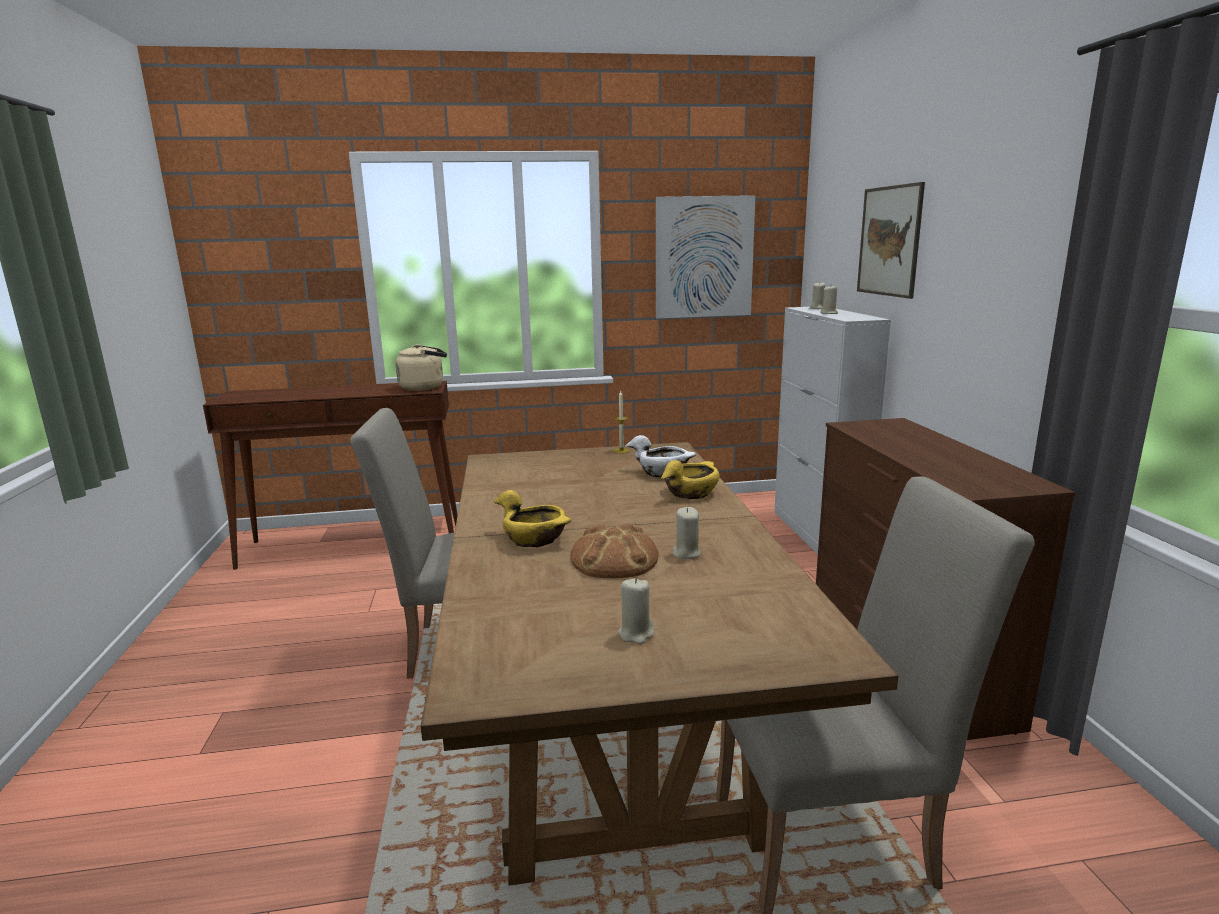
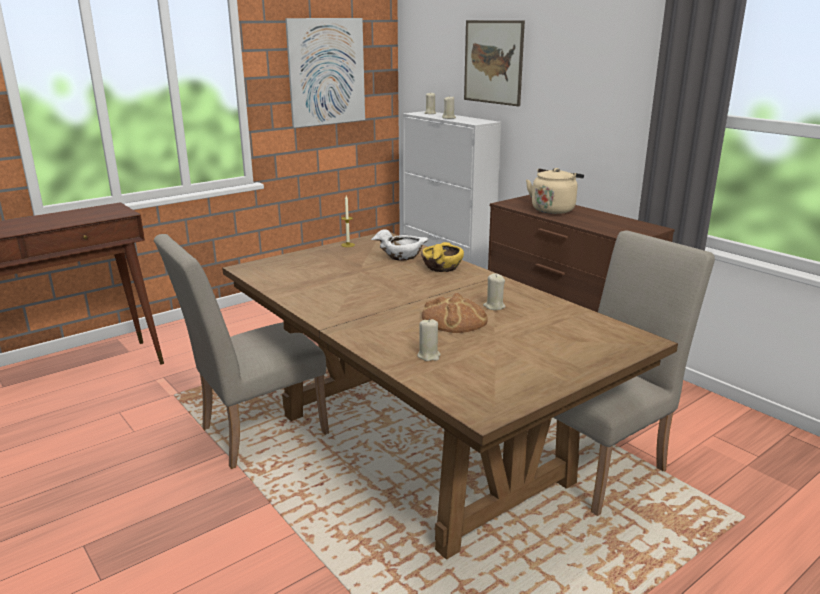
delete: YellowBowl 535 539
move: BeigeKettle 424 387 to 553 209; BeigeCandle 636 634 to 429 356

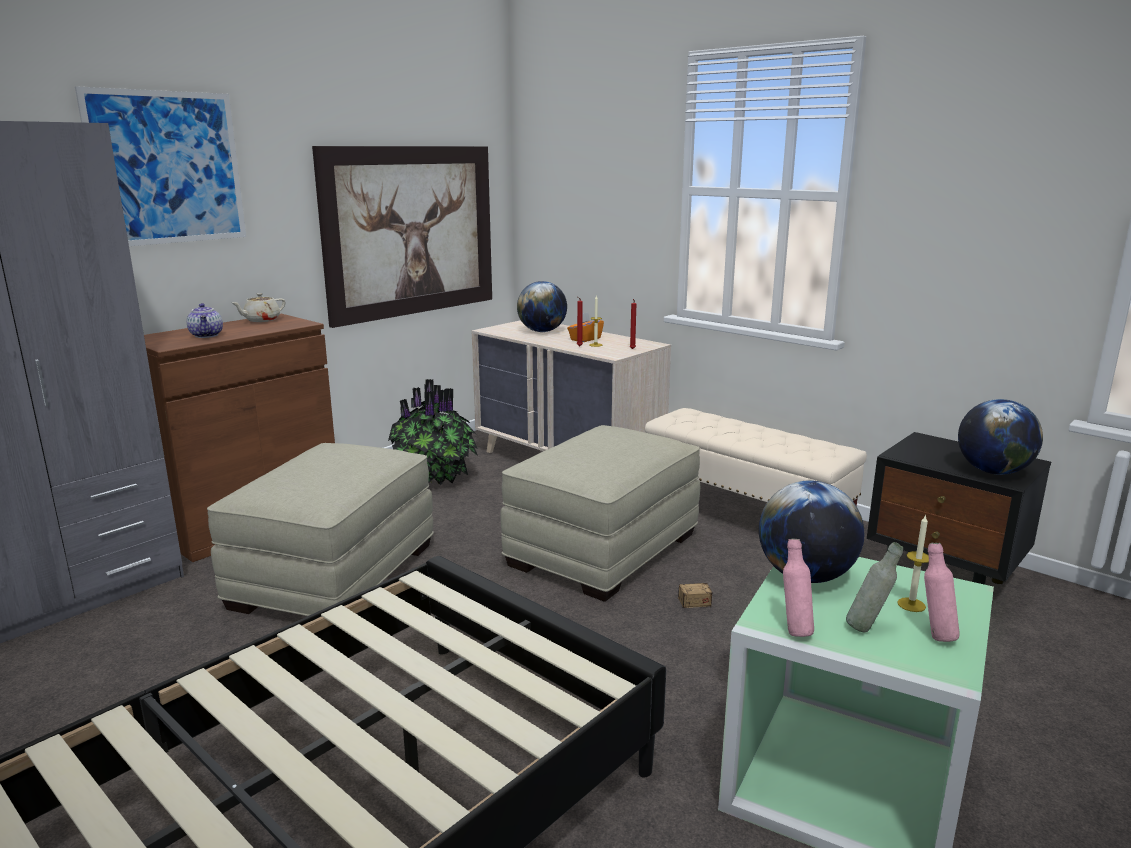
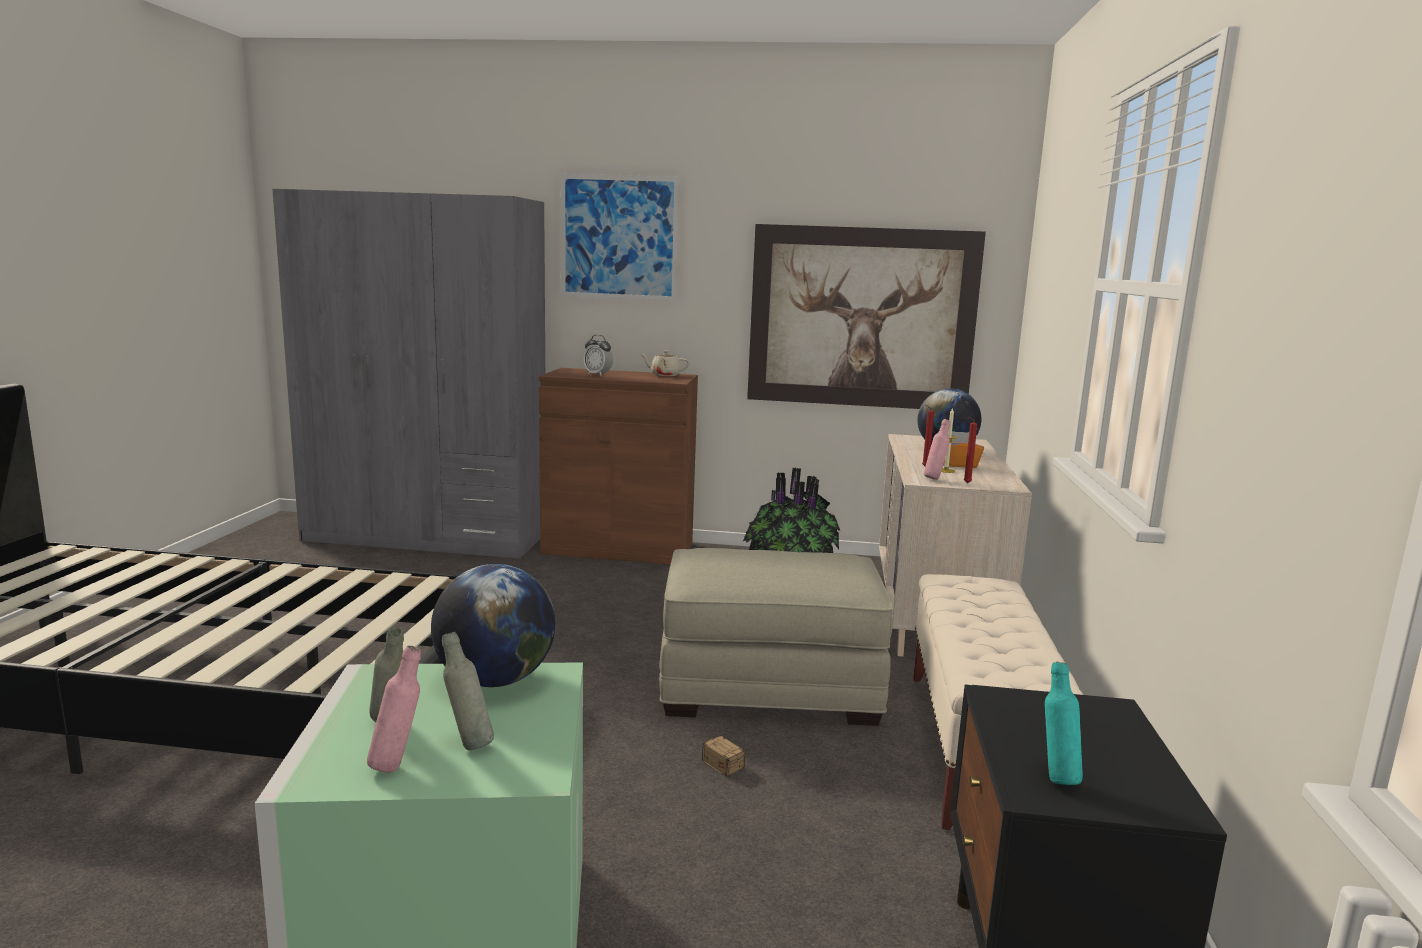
delete: BeigeOttoman 335 574
move: PinkBottle 794 630 to 935 478
replace: Teapot 207 335 to AlarmClock 598 375; Globe 993 471 to TurquoiseBottle 1056 777; Candle 911 605 to GreyBottle 468 744

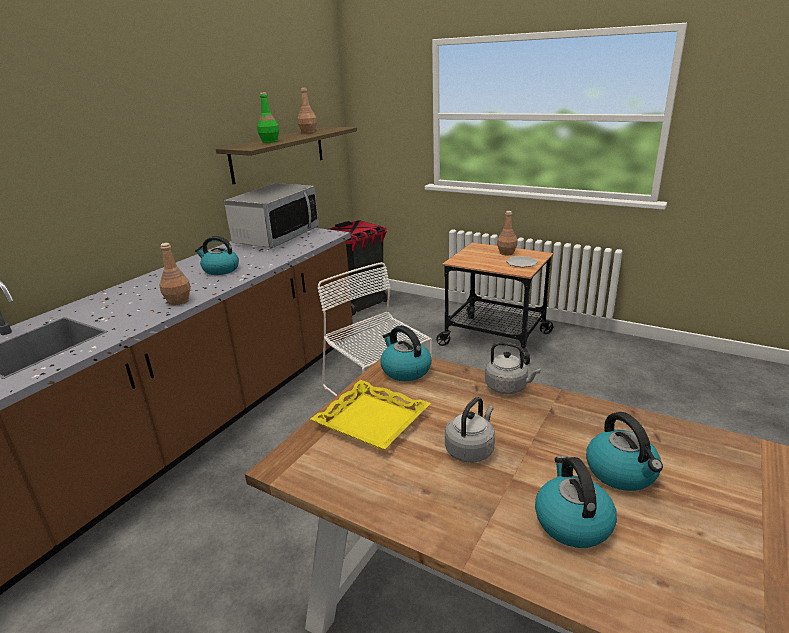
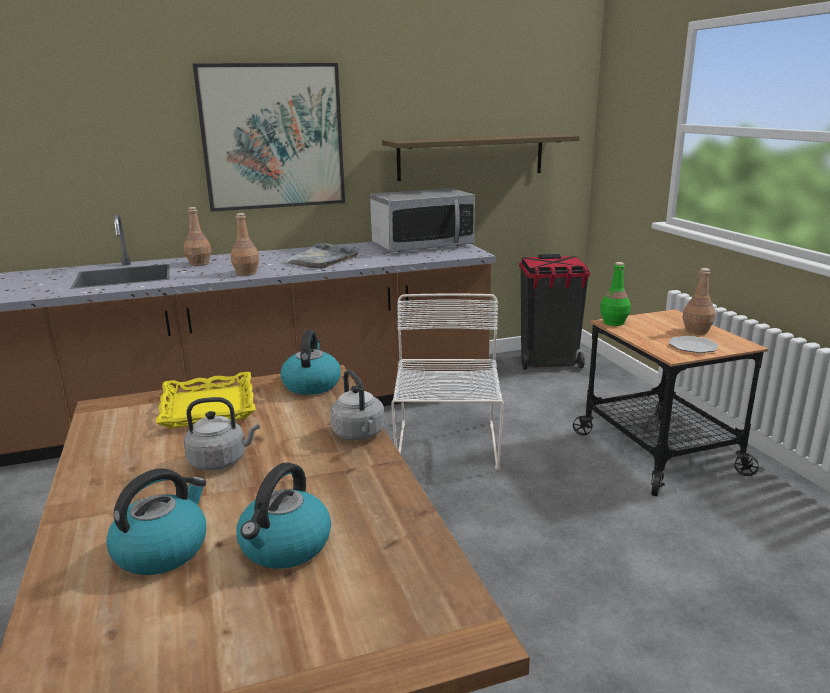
insert: Picture 272 137
move: BrownBottle 308 132 to 199 263; GreenBottle 269 141 to 613 322
replace: Kettle 220 270 to GreyTray 321 259

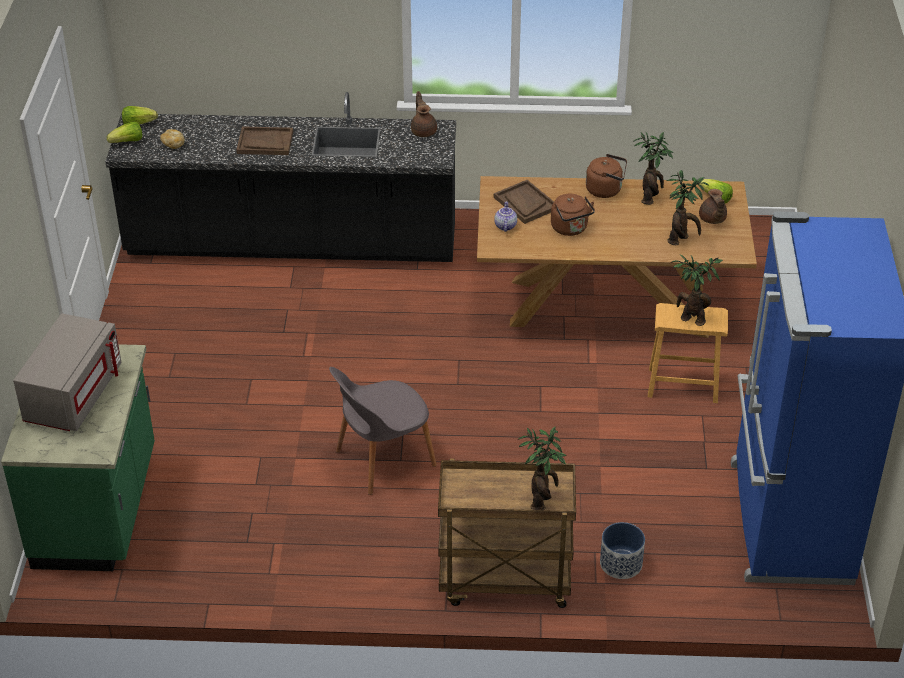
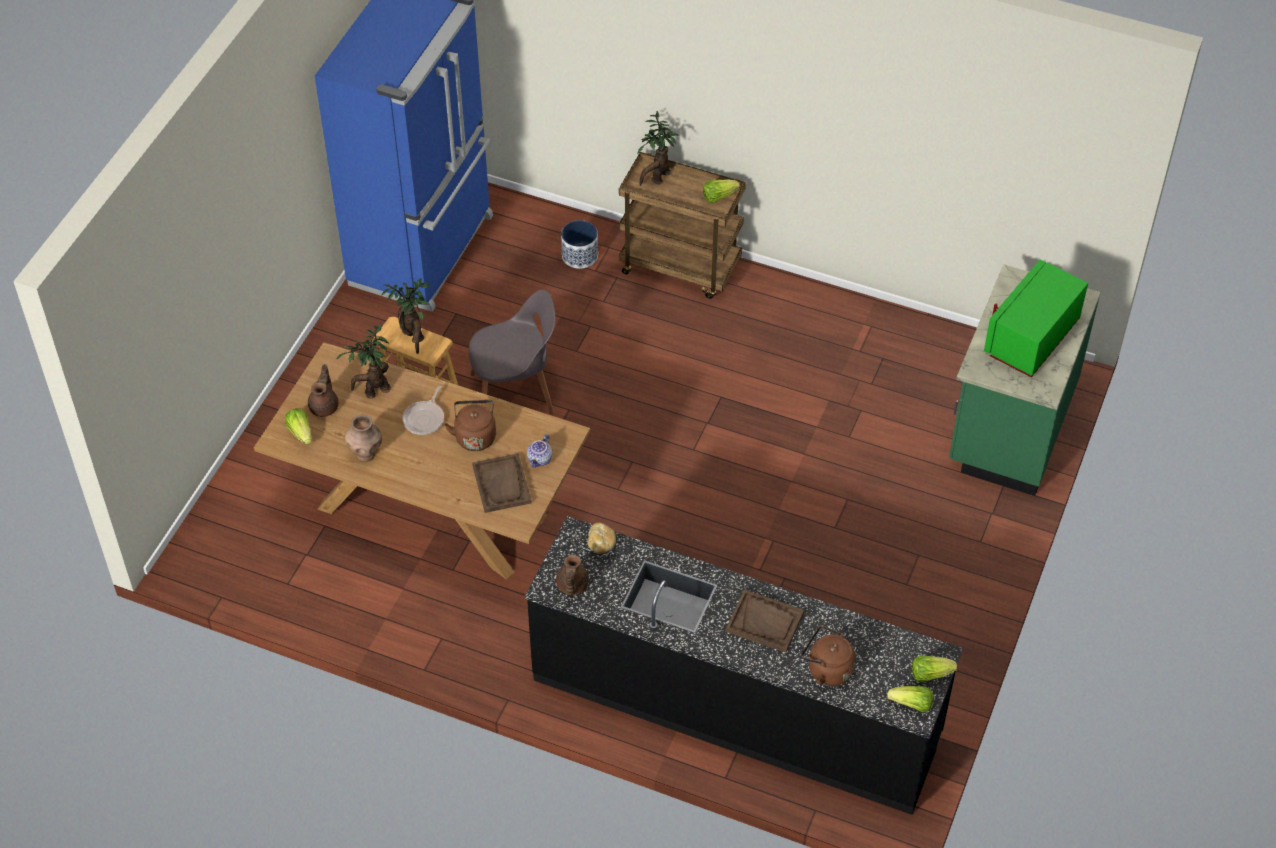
insert: Lettuce 719 196; FryingPan 425 419
move: Bread 173 144 to 601 543; BrownKettle 606 190 to 827 669; GreyChair 383 459 to 515 392
replace: PottedPlant 650 197 to BrownVase 366 454
recolor: GreyMicrowave 73 395 to GreenMicrowave 1031 338

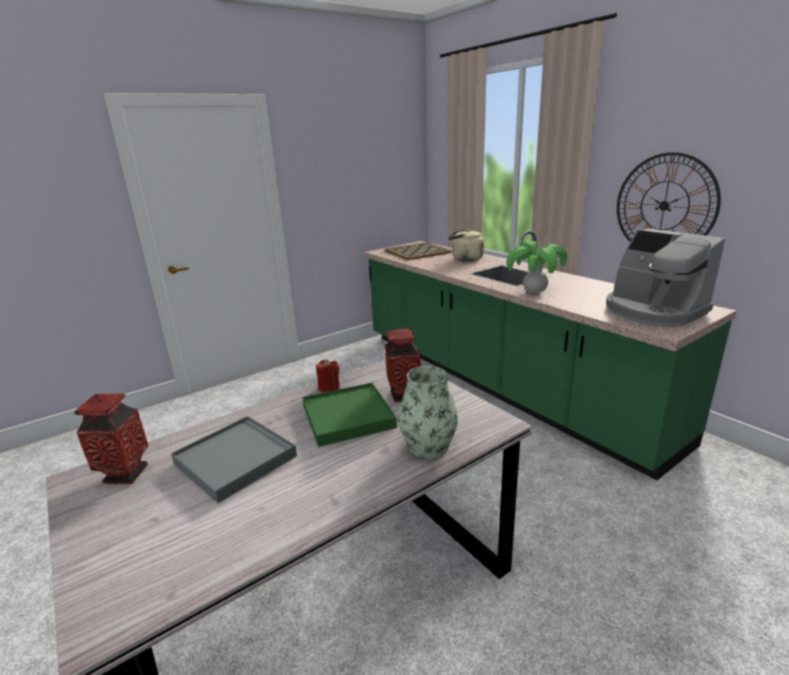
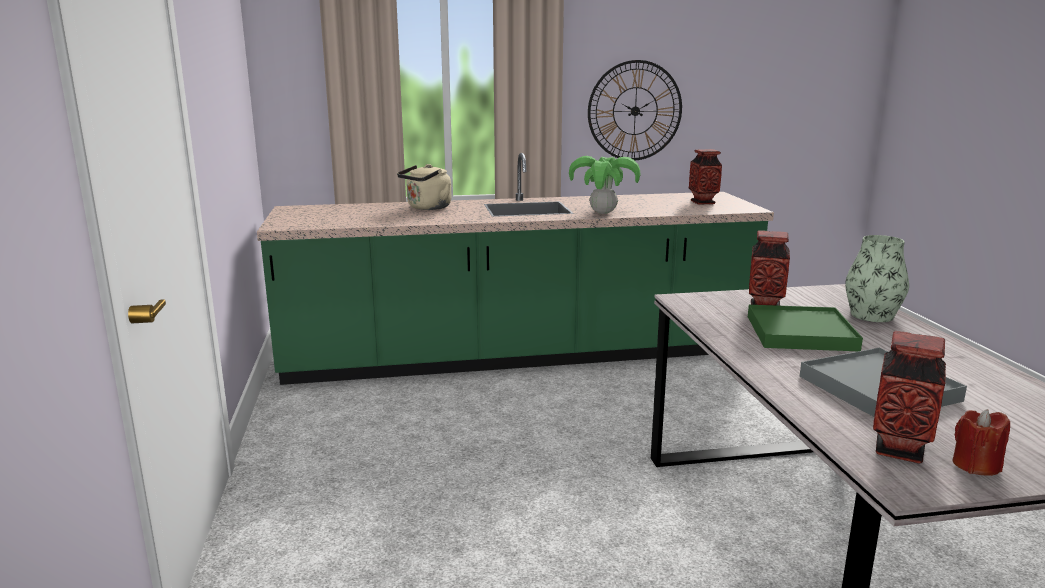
delete: Tray 417 251
move: RedCandle 329 388 to 975 465
replace: CoffeeMachine 653 311 to Vase 703 202

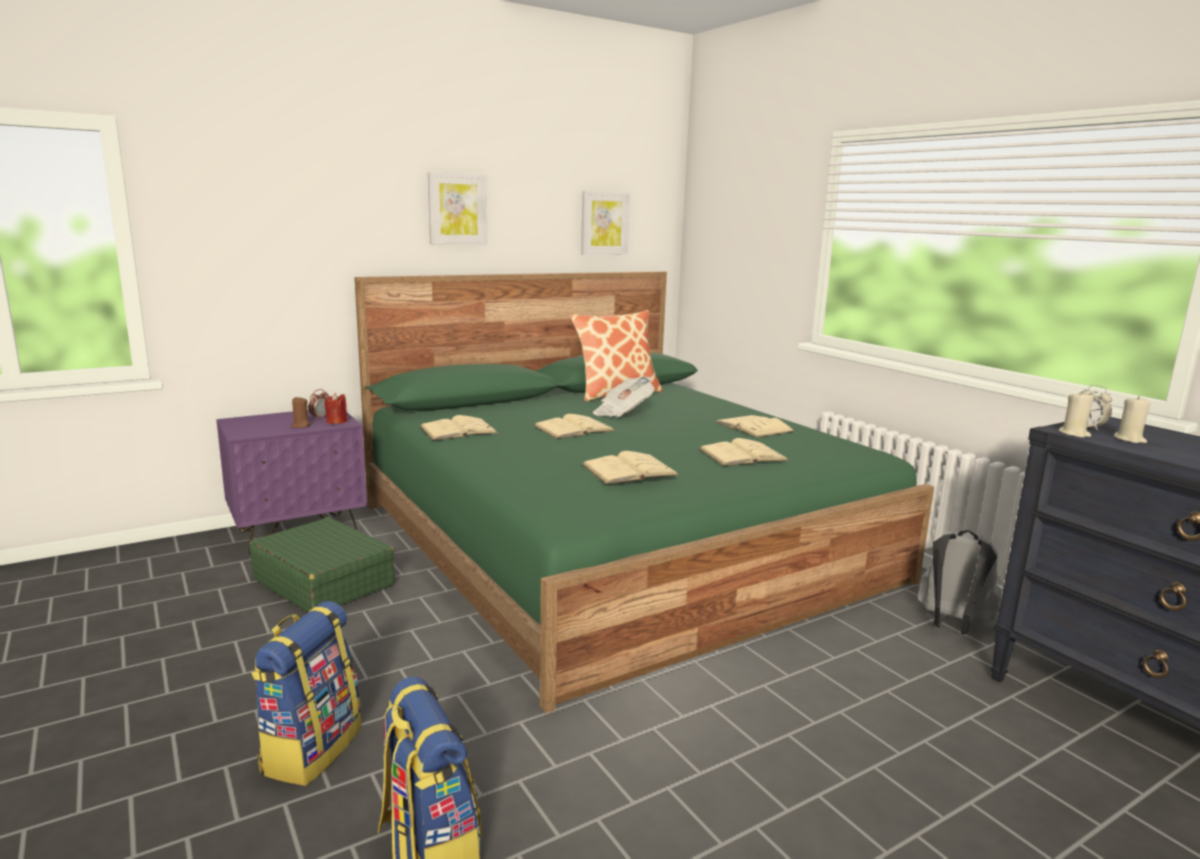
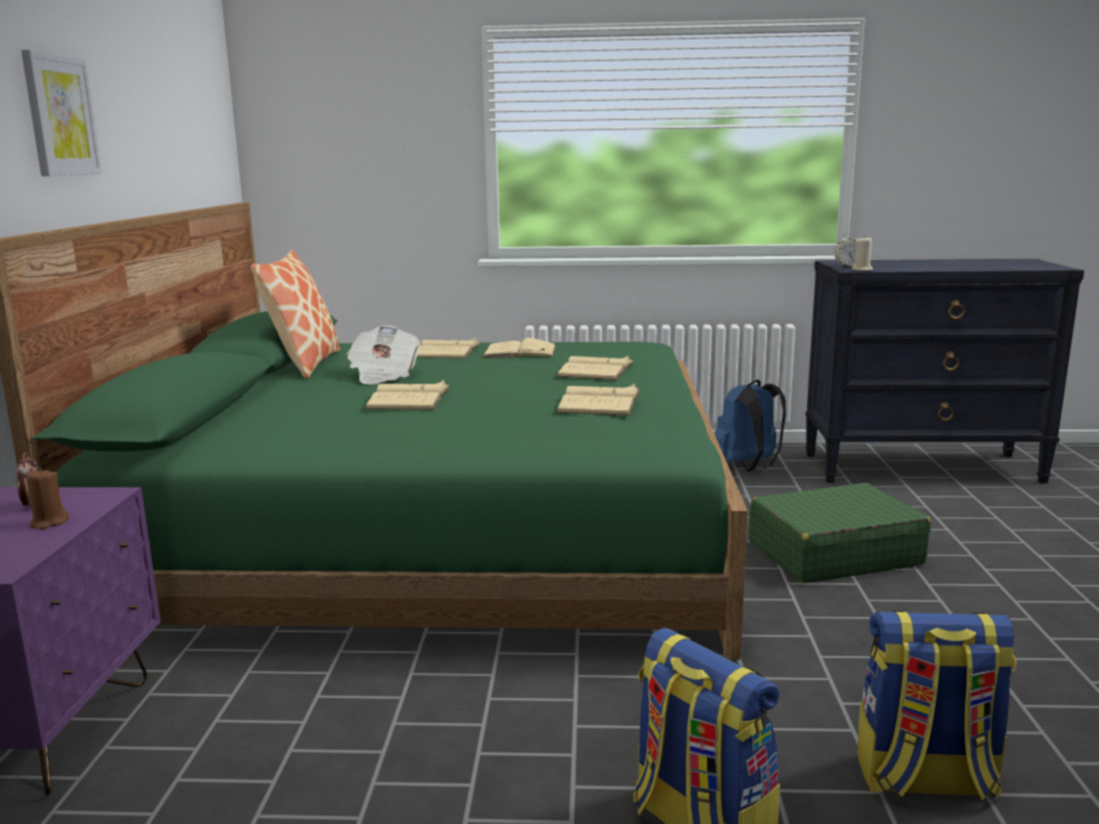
delete: Picture 604 223; RedCandle 337 422; BeigeCandle 1129 439
move: BeigeBook 458 430 to 446 350; GreenSuitcase 324 582 to 833 553
recolor: GreyBackpack 952 624 to BlueBackpack 748 466

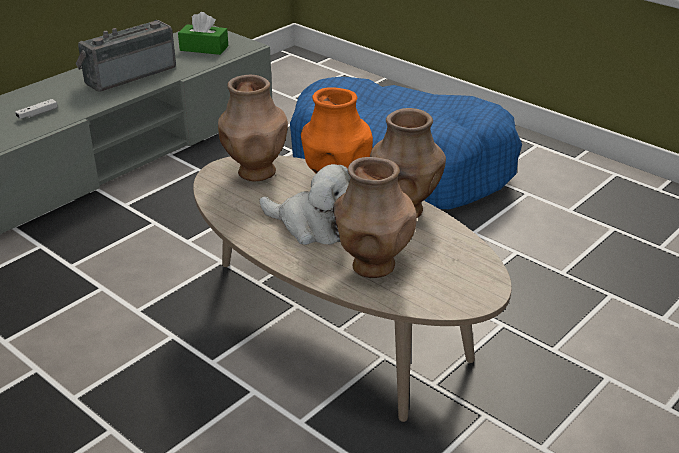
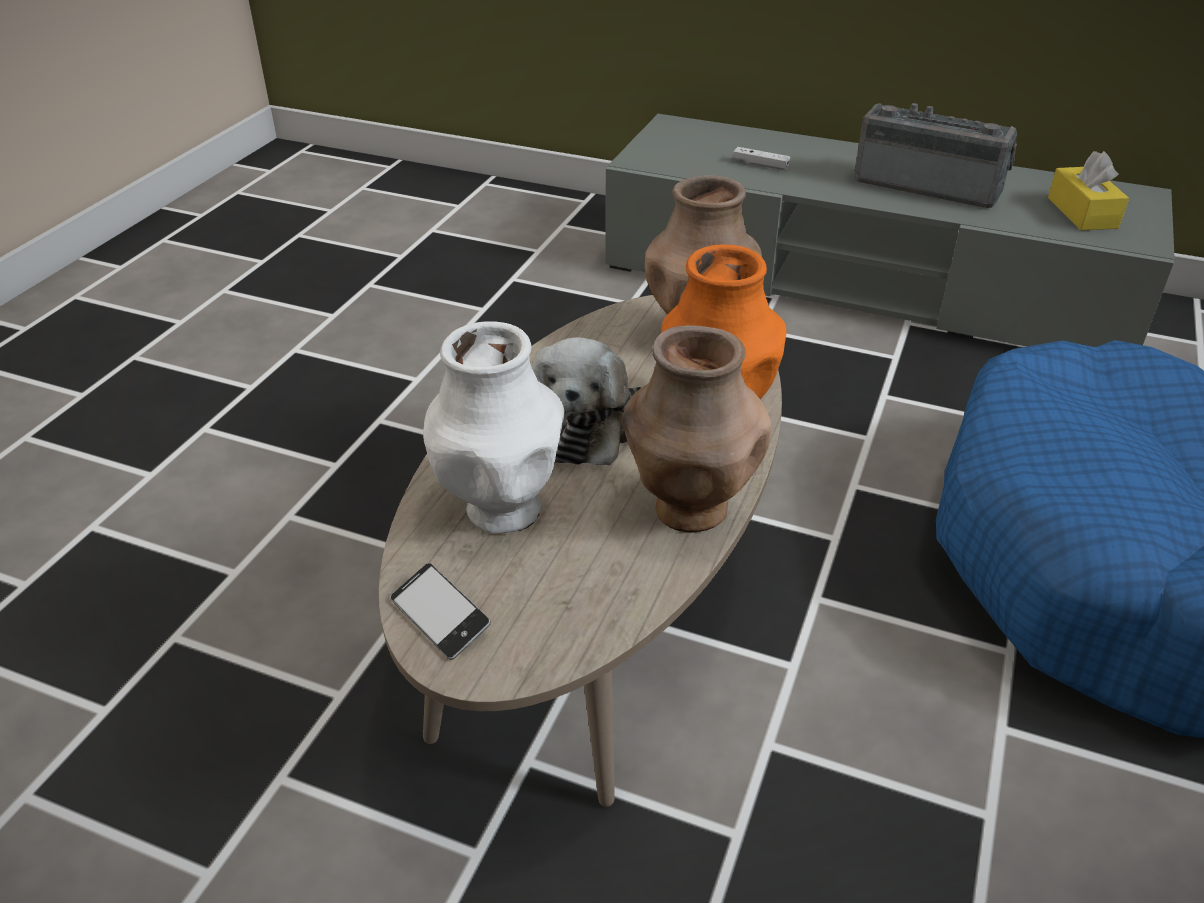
insert: Phone 440 617
recolor: GreenTissueBox 204 48 to YellowTissueBox 1082 213; BrownVase 372 266 to WhiteVase 501 509

